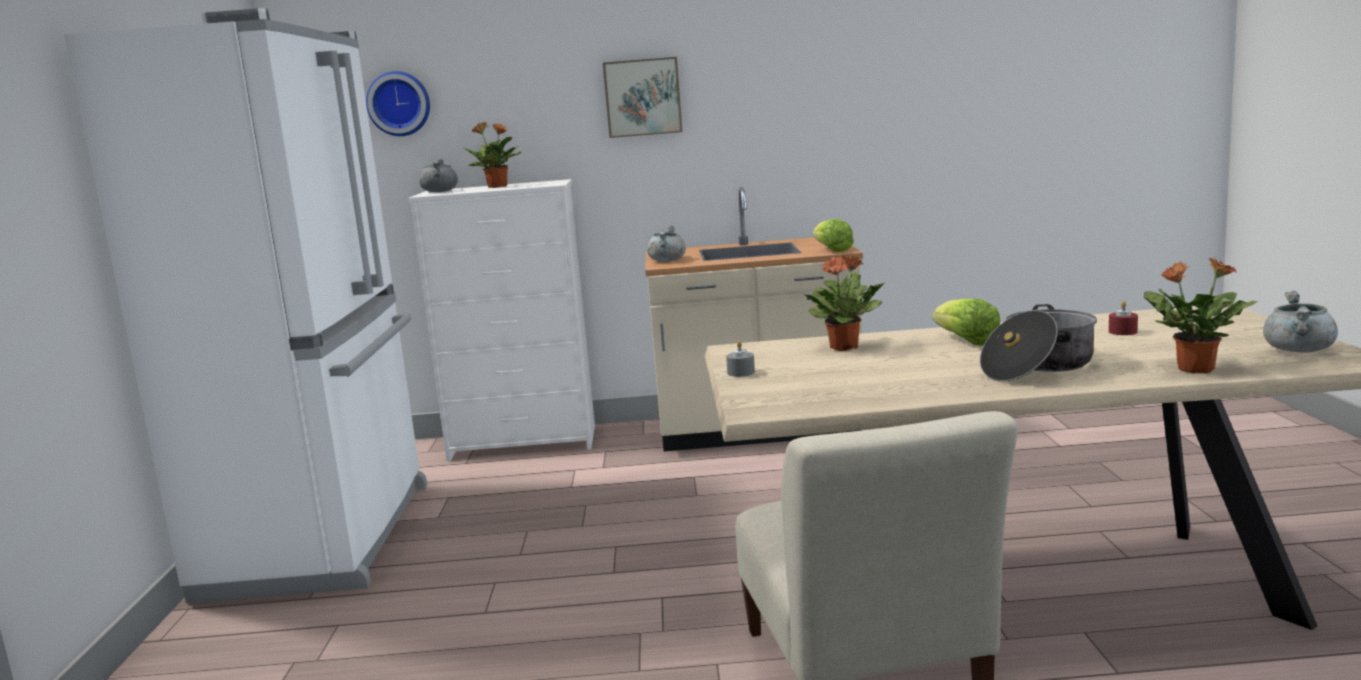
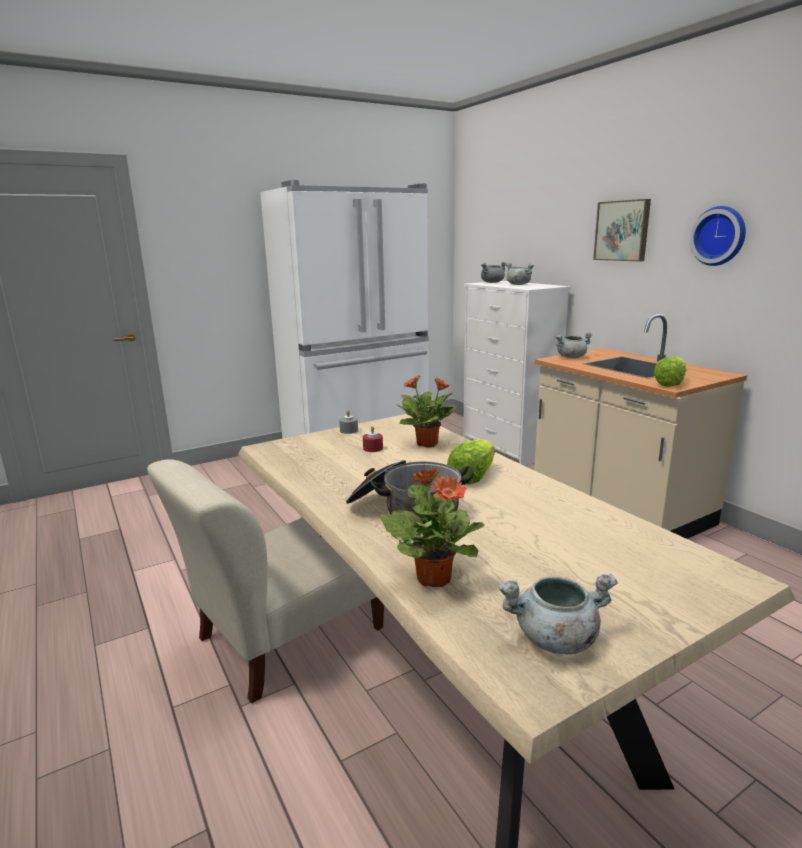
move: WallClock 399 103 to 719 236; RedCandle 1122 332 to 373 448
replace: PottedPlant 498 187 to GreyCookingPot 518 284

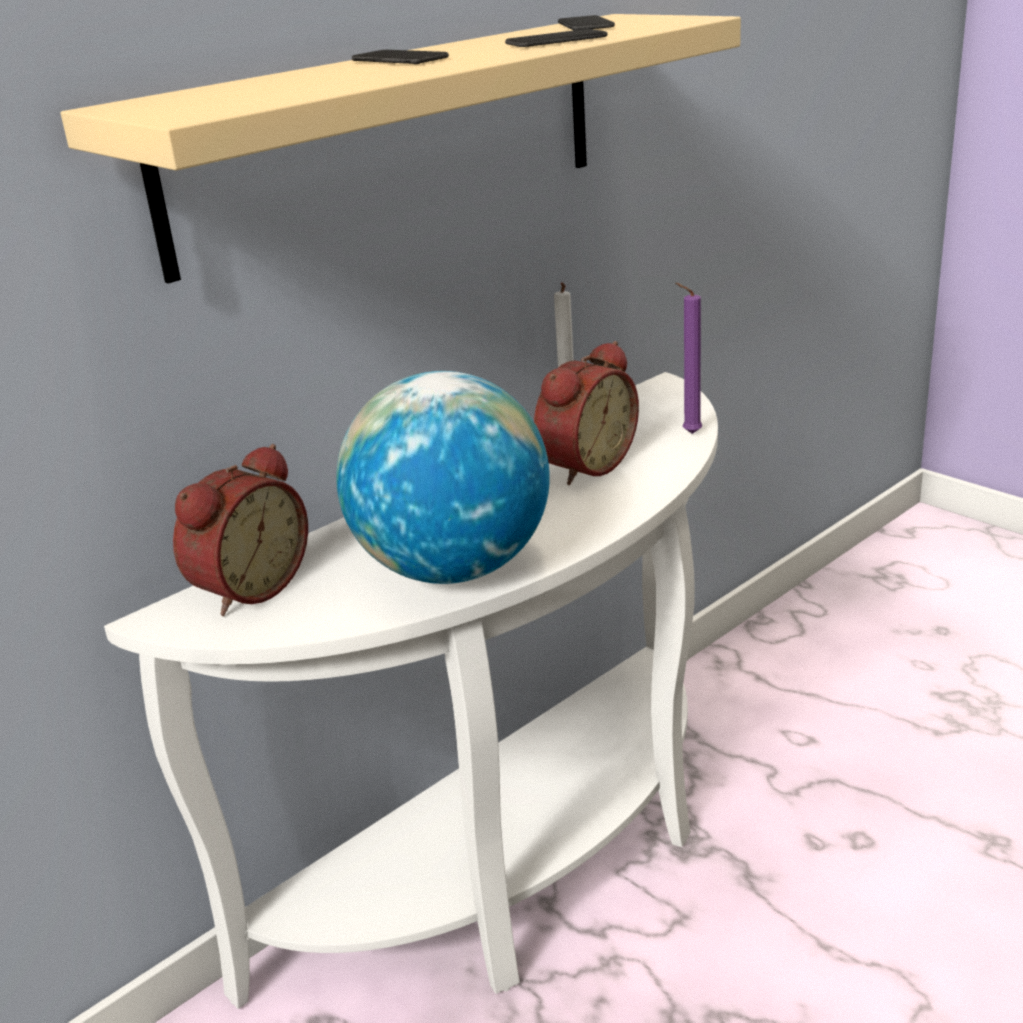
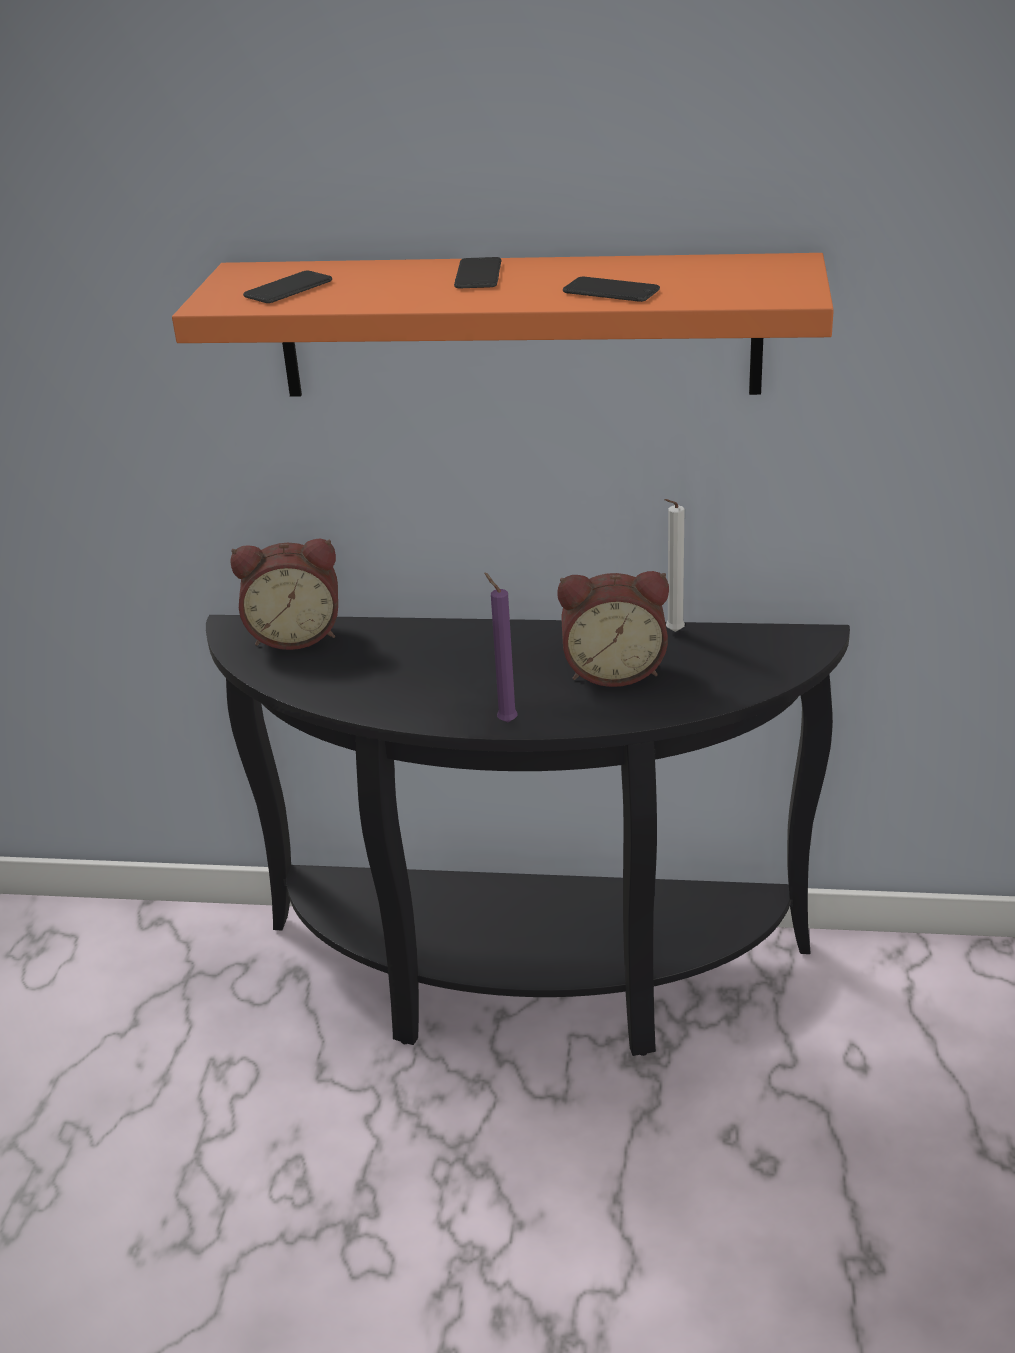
delete: Globe 453 568
move: Phone 585 25 to 288 289; PurpleCandle 689 434 to 505 721
recolor: BeigeShelf 392 137 to OrangeShelf 517 327; WhiteConsoleTable 529 863 to BlackConsoleTable 529 982

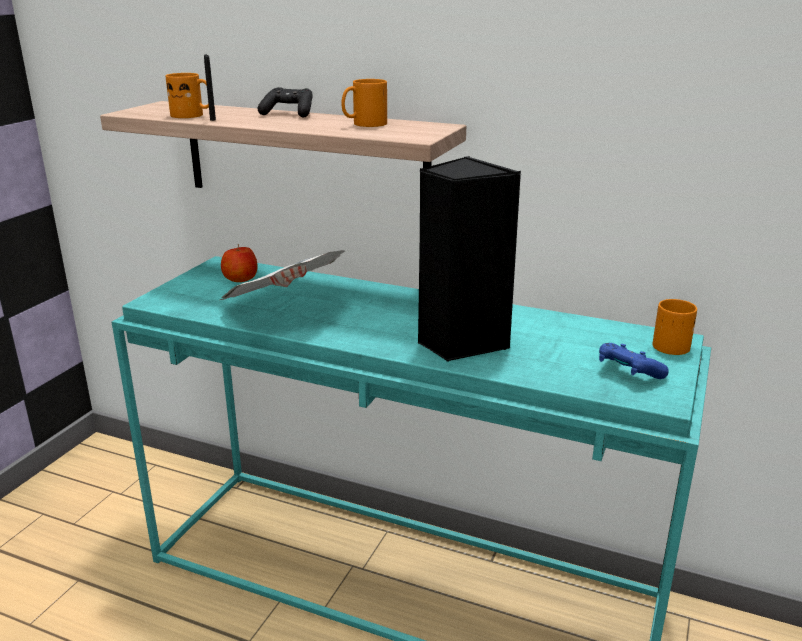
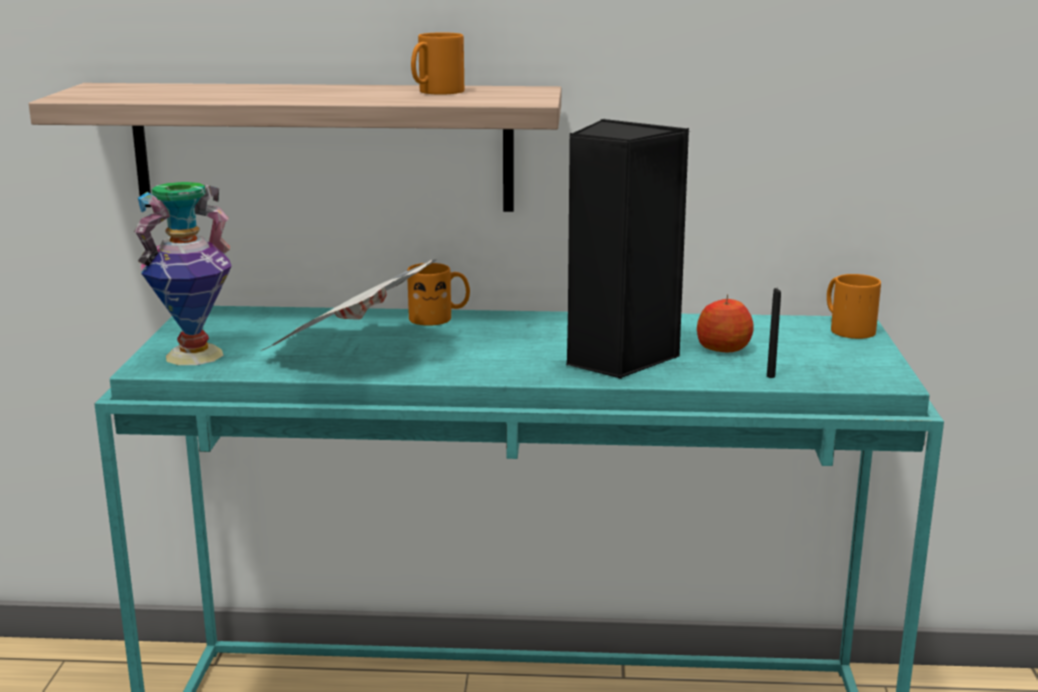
delete: BlackGameController 288 114; BlueGameController 628 373
insert: Vase 194 356
move: BlackCandle 213 120 to 770 376; OrangeMug 193 115 to 439 318; Apple 240 279 to 723 348

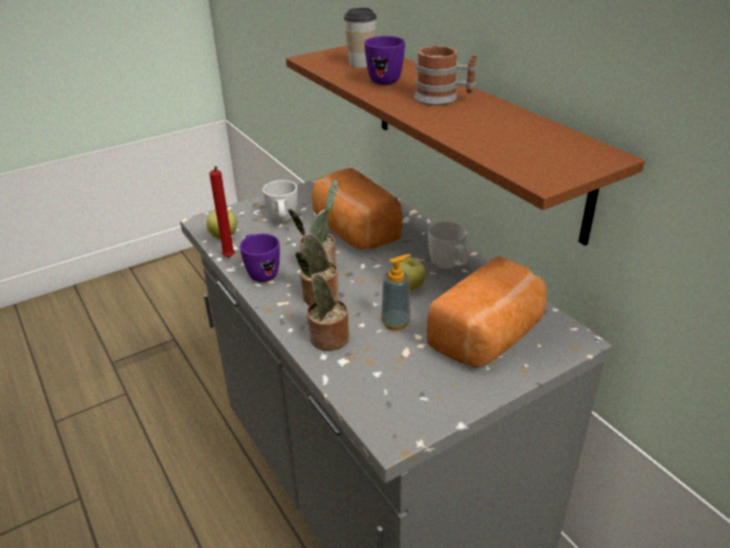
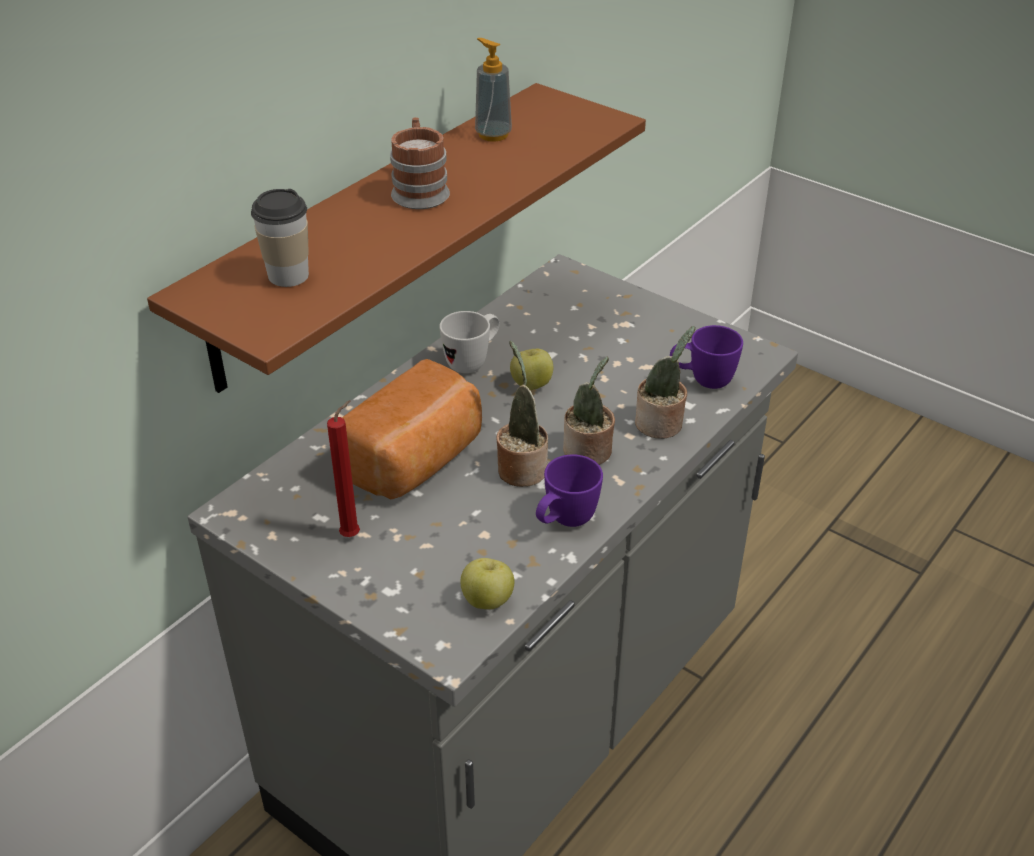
delete: WhiteMug 283 221; Bread 489 337
move: PurpleMug 386 79 to 702 381; RedCandle 229 258 to 353 534; SoapDispenser 395 322 to 493 134

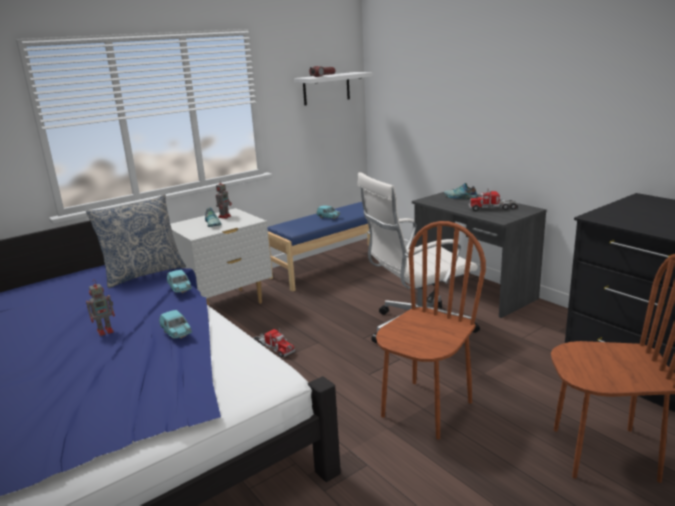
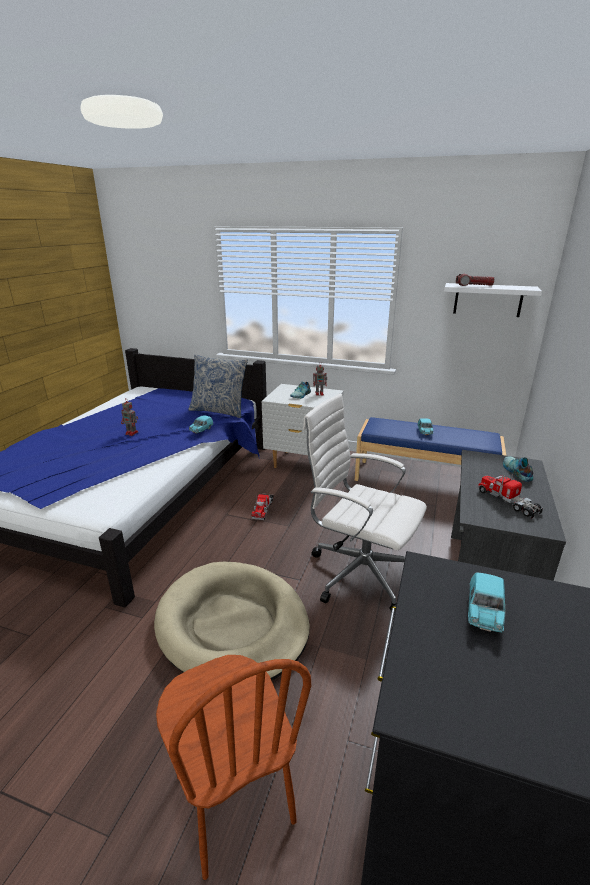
move: TurquoiseToyCar 177 333 to 484 613
replace: BrownChair 426 409 to BeigeDogBed 233 625

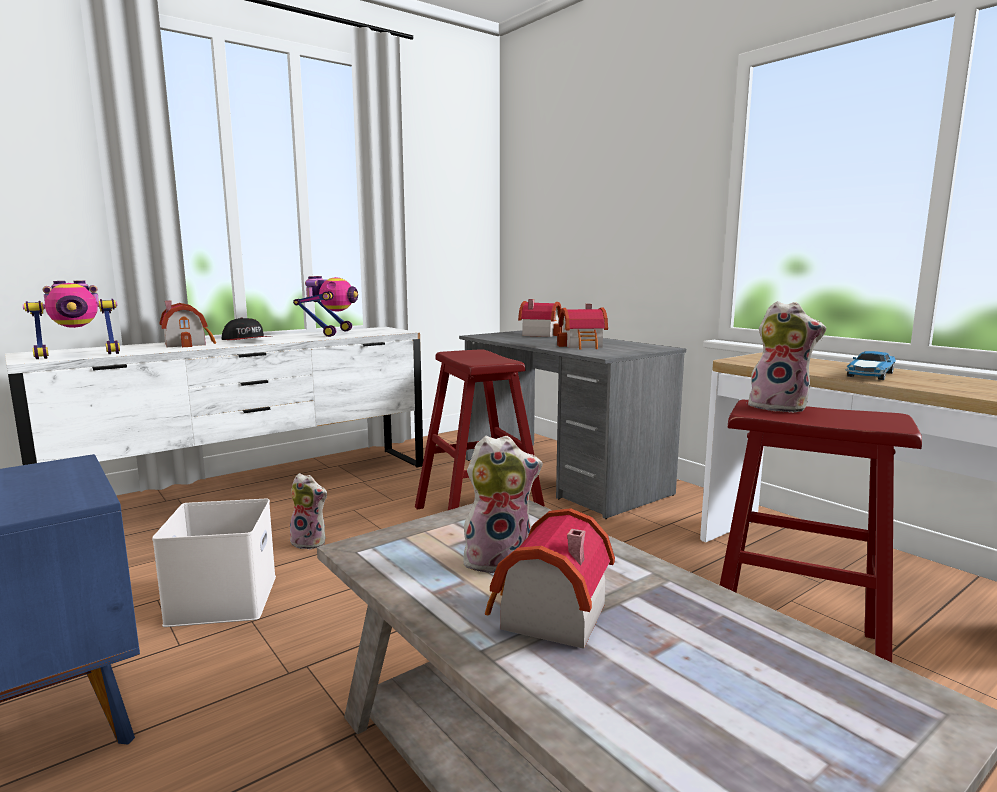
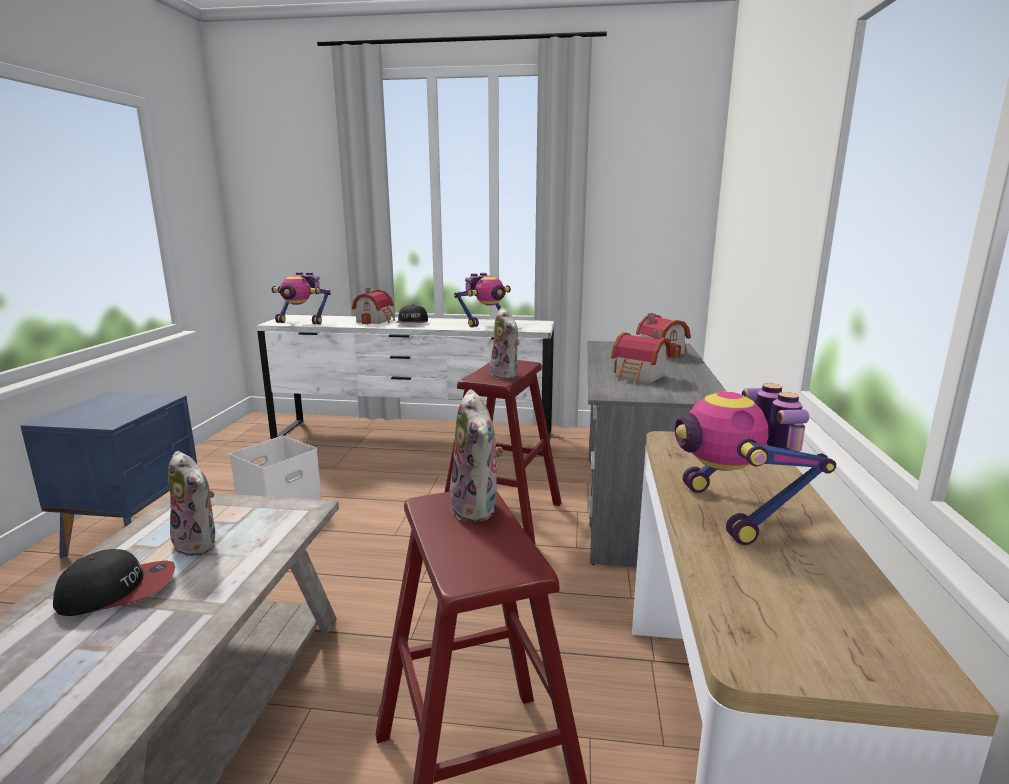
move: PlushToy 311 542 to 506 375
replace: ToyCar 870 375 to ToyRobot 733 512; ToyHouse 546 616 to Cap 118 591

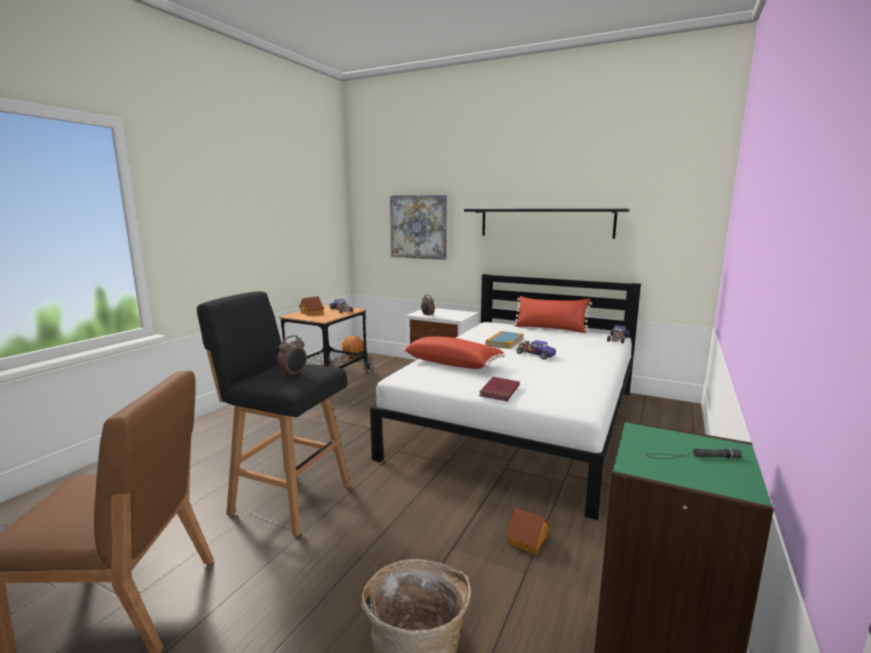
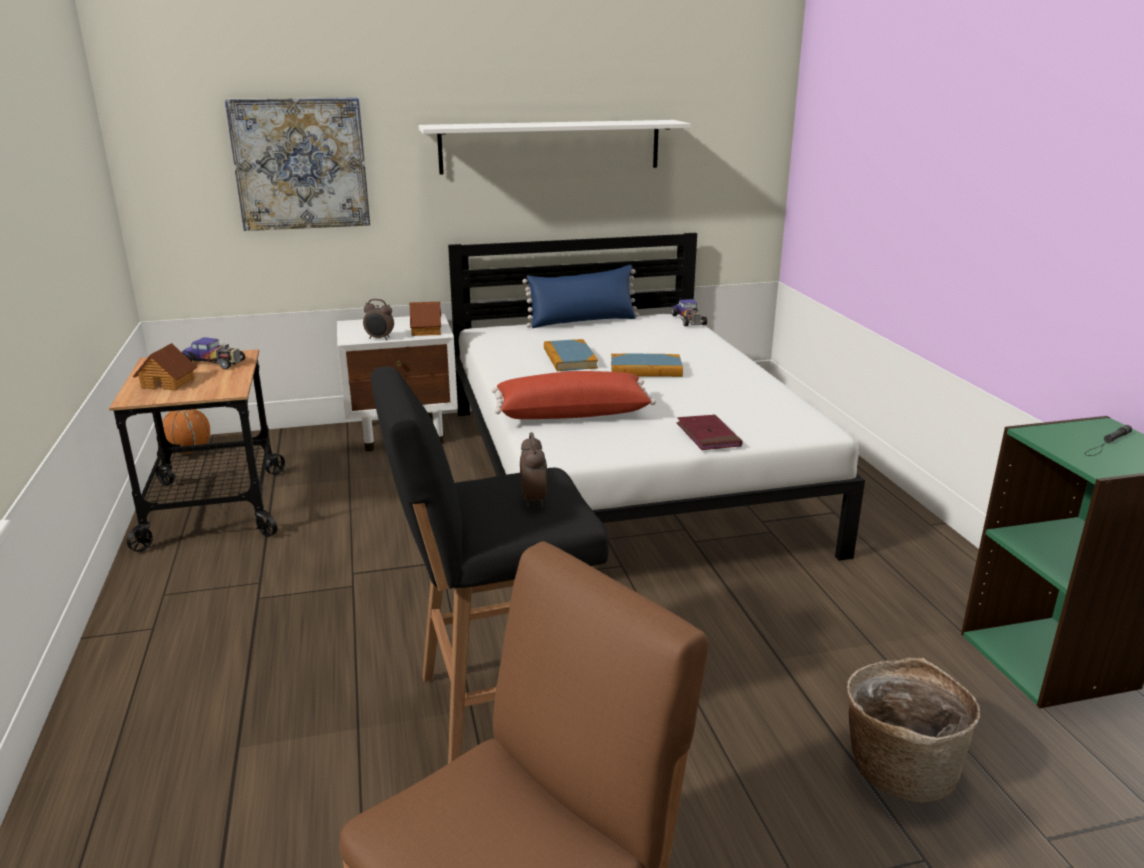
move: ToyHouse 528 540 to 427 331
replace: ToyCar 535 354 to Book 646 369
recolor: BlackShelf 545 223 to WhiteShelf 550 146; RedPillow 550 329 to BluePillow 582 321

